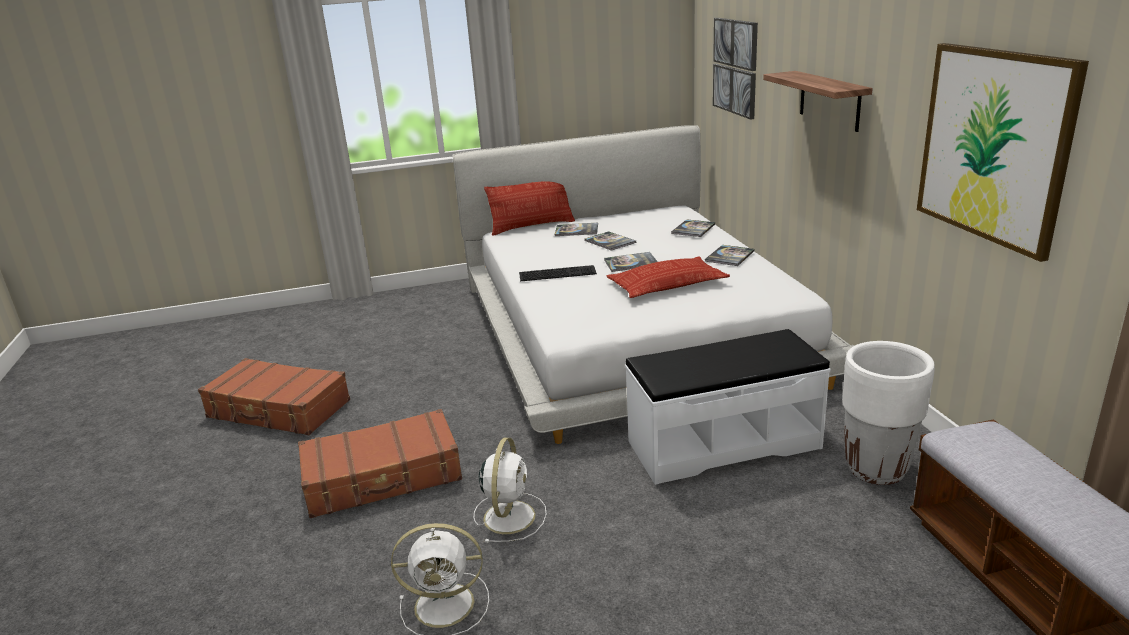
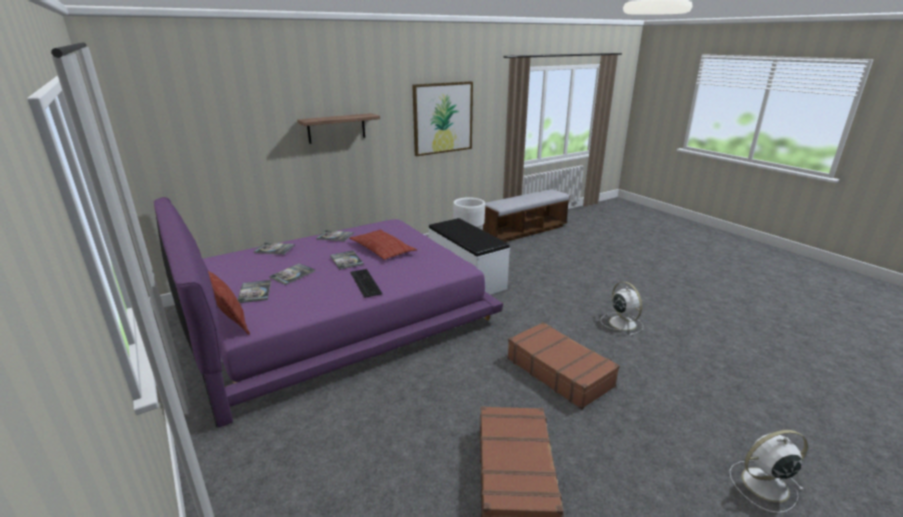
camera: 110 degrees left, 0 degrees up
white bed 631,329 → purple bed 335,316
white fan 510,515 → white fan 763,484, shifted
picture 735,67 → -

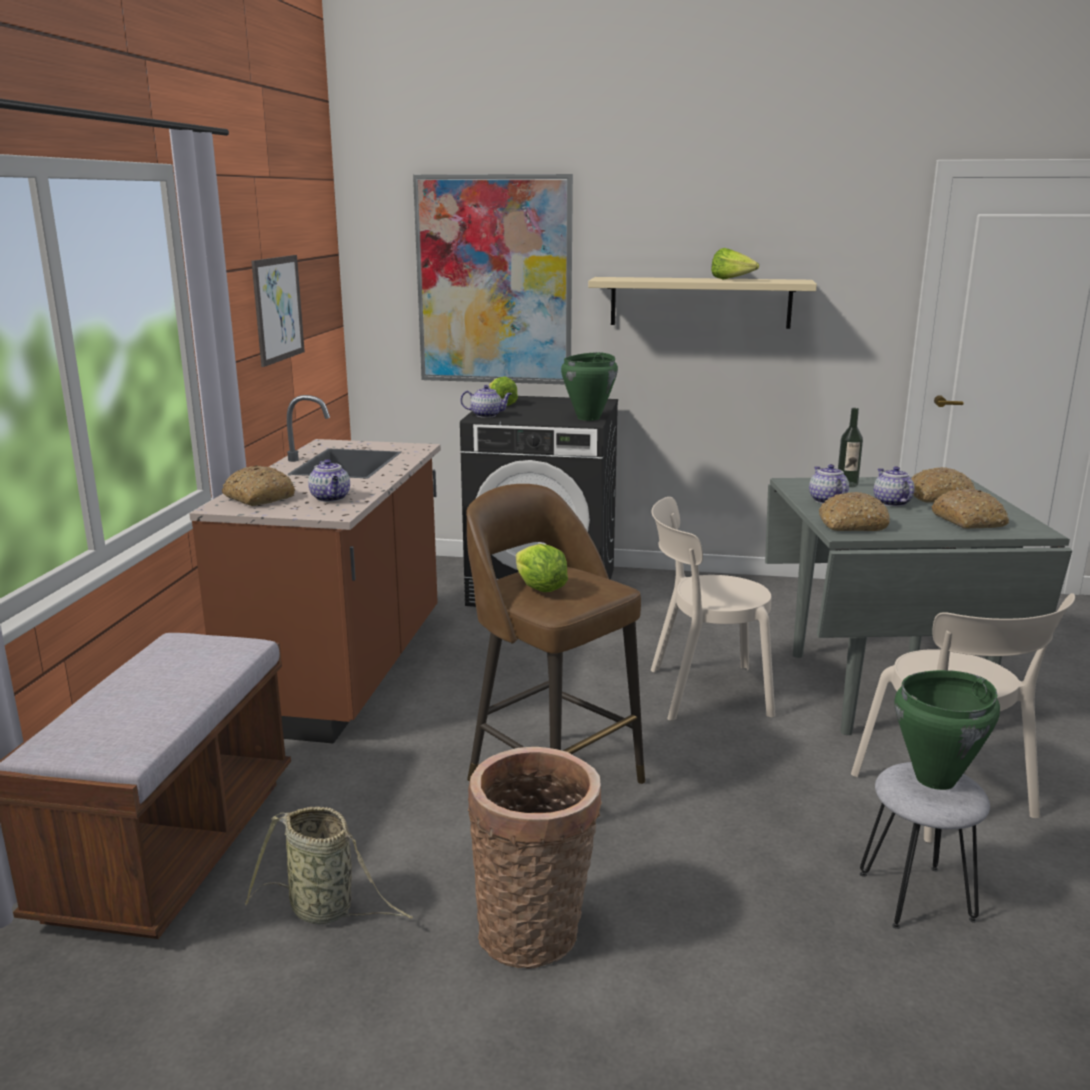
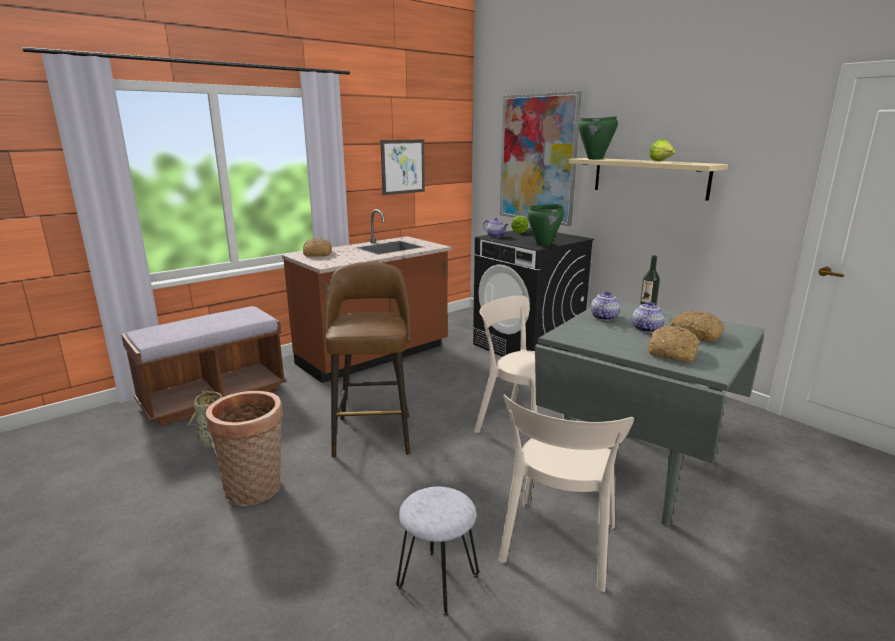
camera: 40 degrees right, 0 degrees up
teapot 331,498 → -
lettuce 540,589 → -
bread 851,525 → -
green cooking pot 936,779 → green cooking pot 595,159, shifted

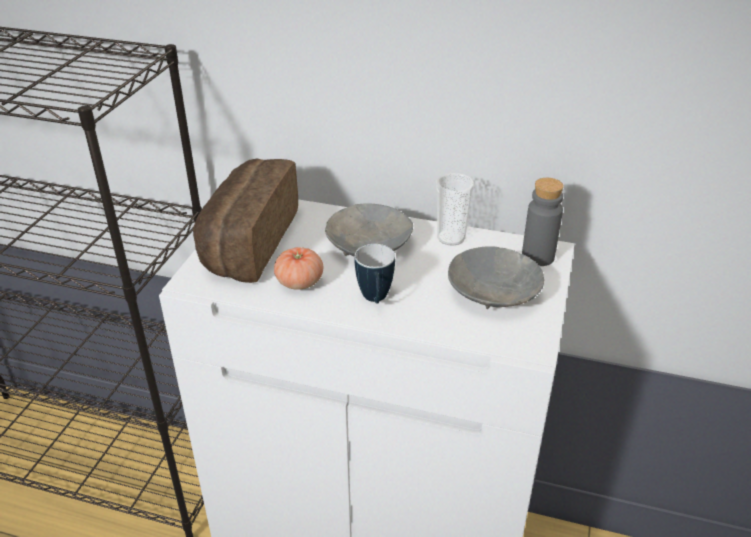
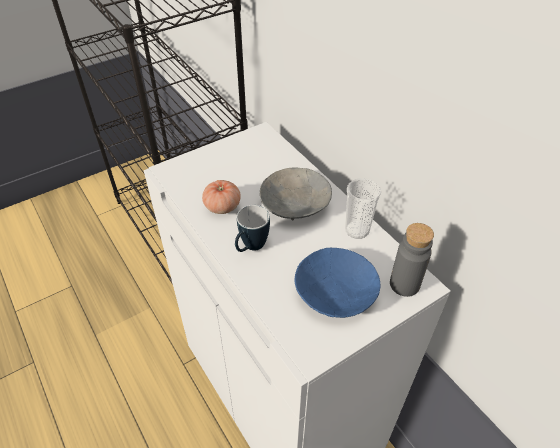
camera: 40 degrees right, 10 degrees up
bread 246,242 → -
grey bowl 494,292 → blue bowl 335,293

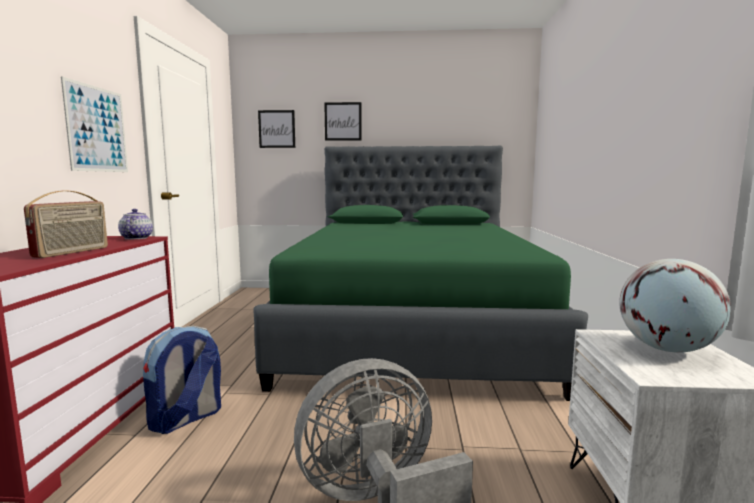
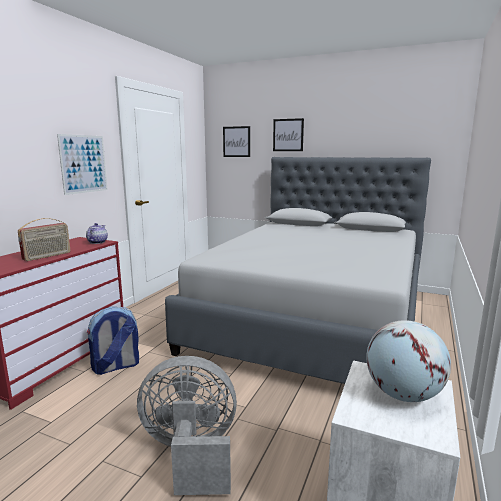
camera: 20 degrees right, 5 degrees up
green bed 412,327 → grey bed 314,318

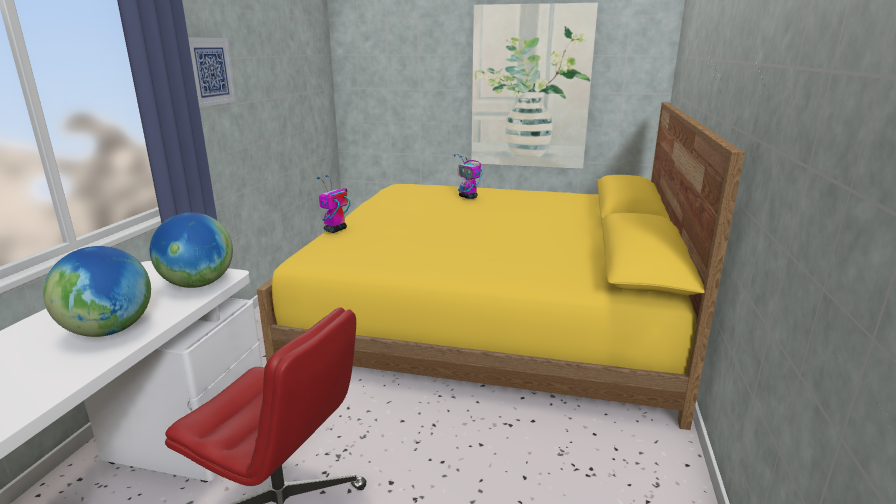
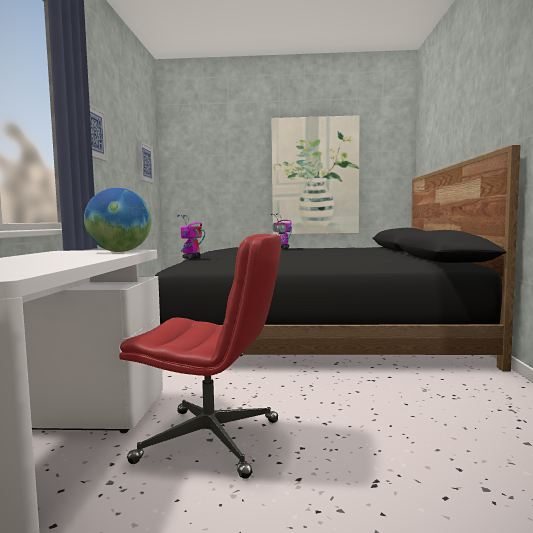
camera: 10 degrees left, 15 degrees down
globe 110,330 → -
yellow bed 492,310 → black bed 315,329
- → picture 145,163

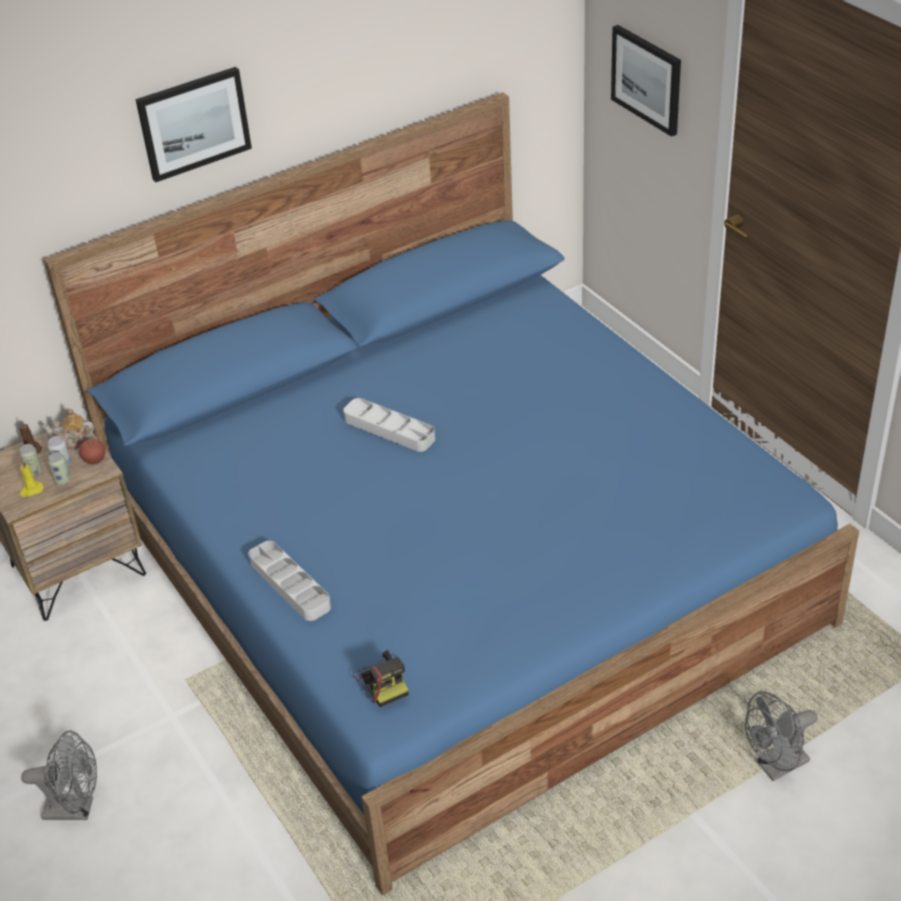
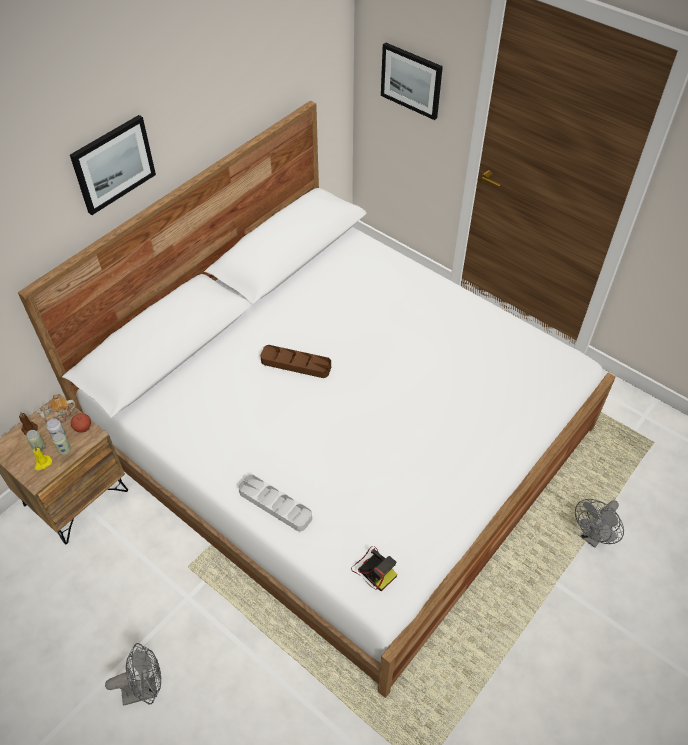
camera: 20 degrees left, 10 degrees up
blue bed 458,566 → white bed 343,437
grey tray 389,429 → brown tray 296,364

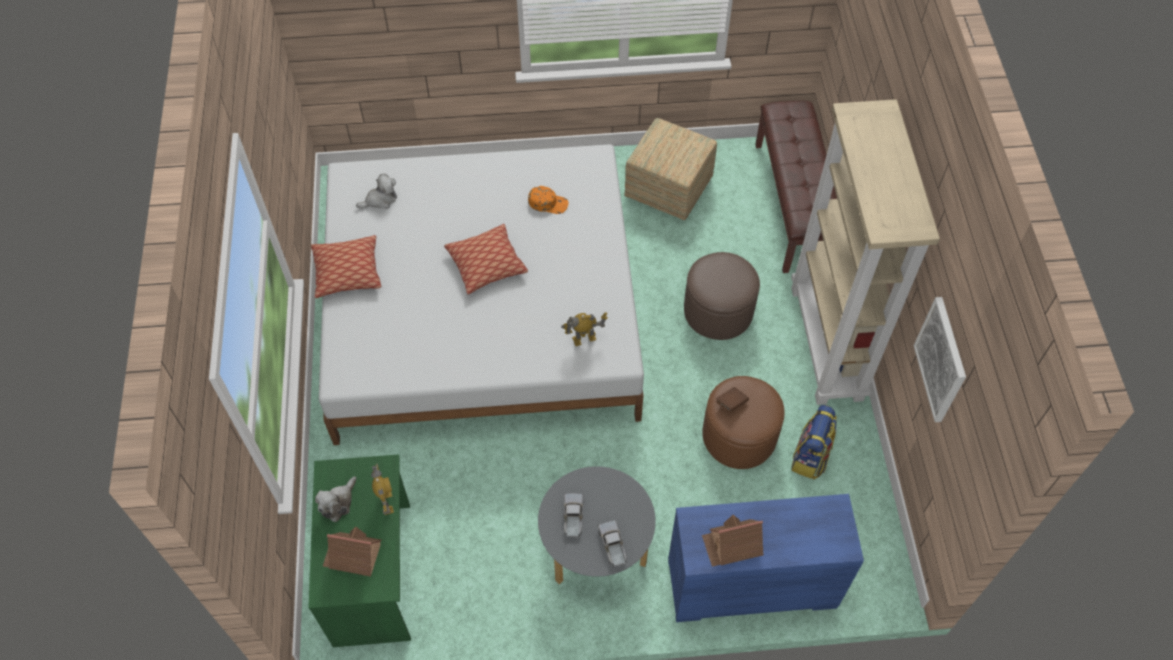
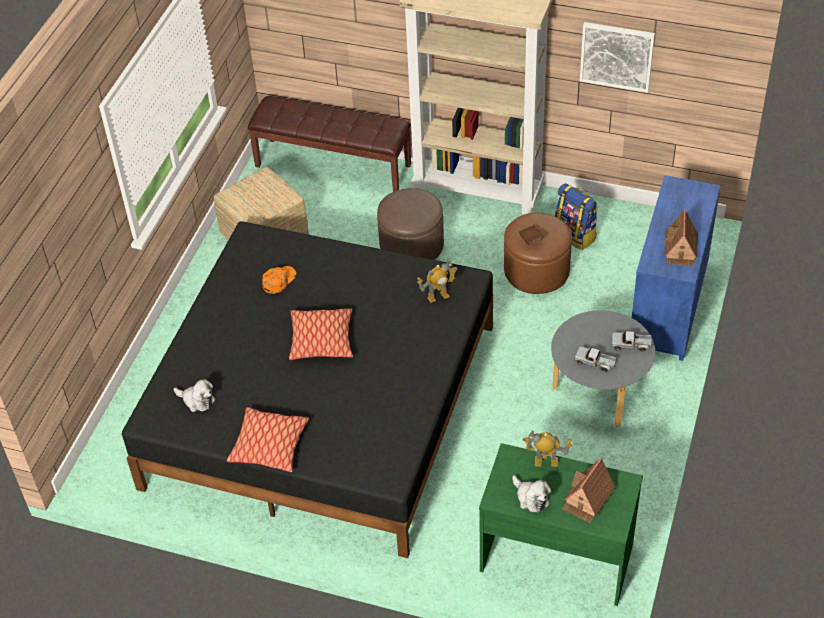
camera: 65 degrees left, 10 degrees down
white bed 483,312 → black bed 321,404
plush toy 380,200 → plush toy 197,400, 120 degrees clockwise
toy robot 584,339 → toy robot 438,296, 120 degrees counterclockwise

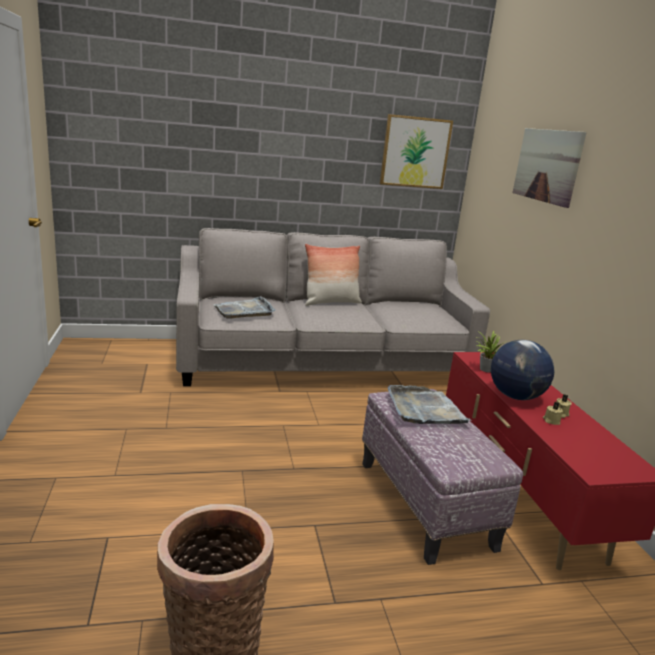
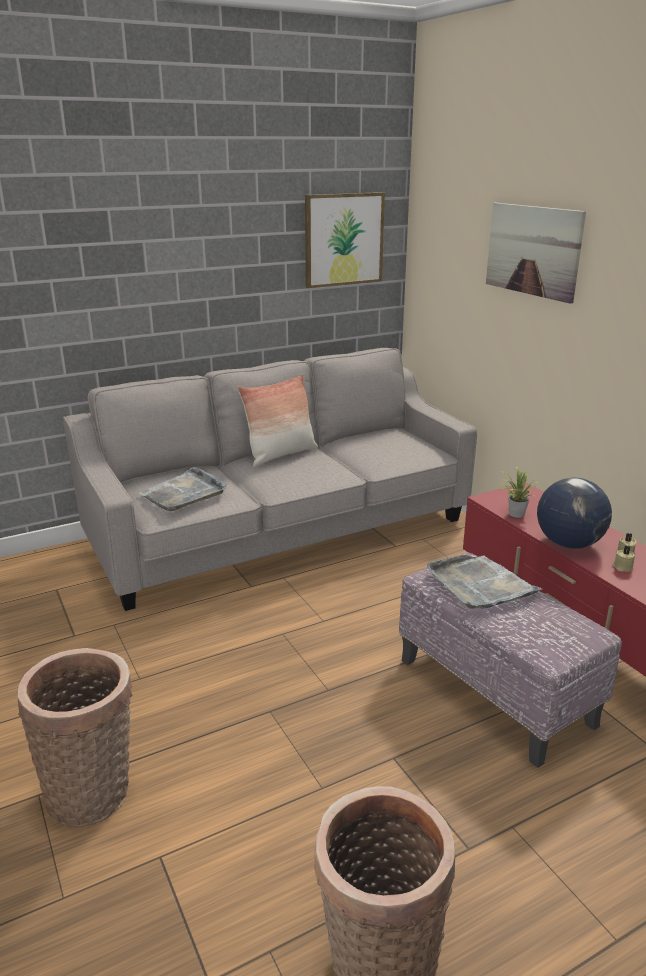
camera: 15 degrees left, 5 degrees up
- → basket 93,792

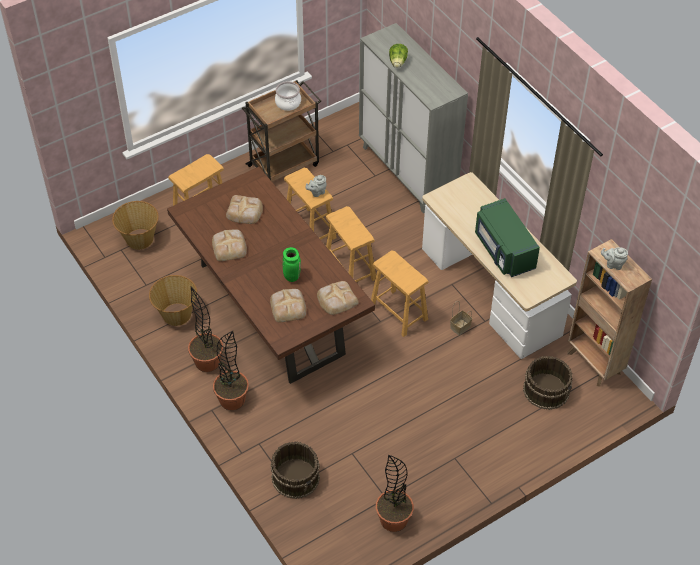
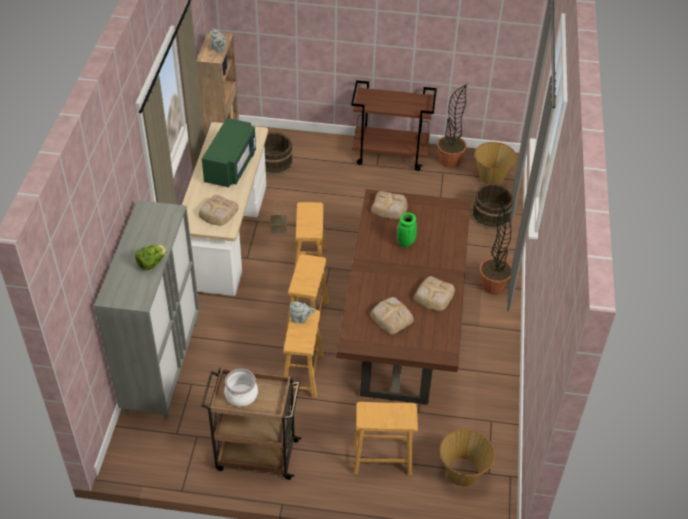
camera: 140 degrees left, 5 degrees down
basket 176,314 → basket 491,177, shifted
potted plant 207,361 → -
bread 288,307 → bread 217,213, shifted
- → brown cart 391,155

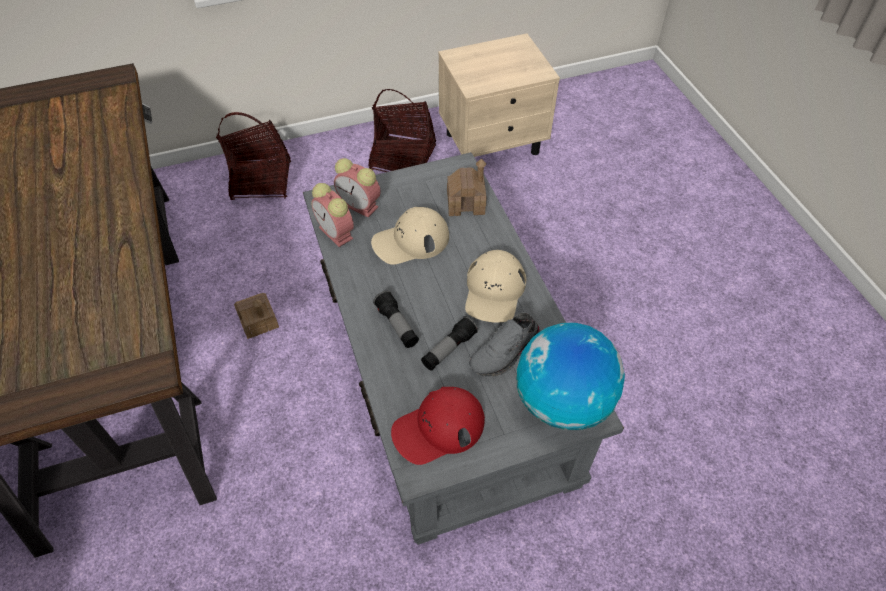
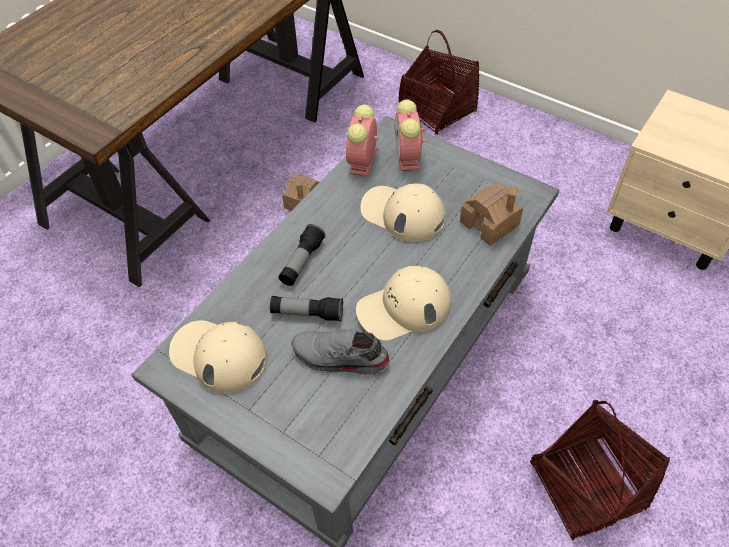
camera: 55 degrees right, 0 degrees up
basket 402,158 → basket 586,485, shifted
red cap 438,428 → beige cap 218,356
globe 562,401 → -

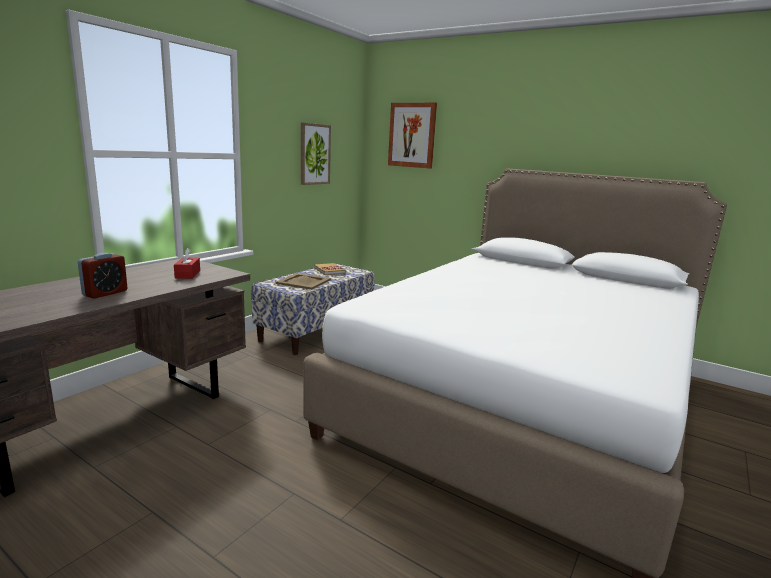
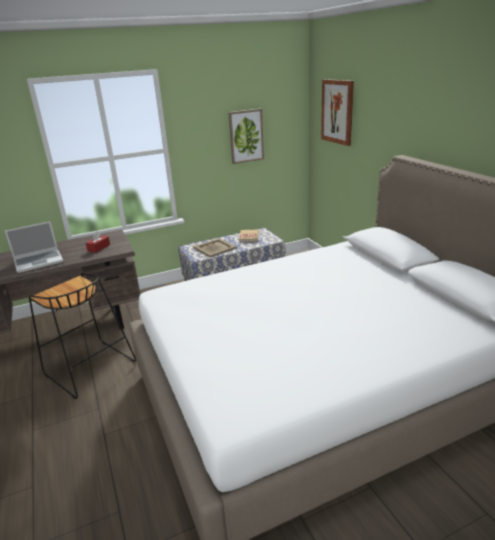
camera: 35 degrees right, 10 degrees up
alarm clock 105,293 → laptop 39,261
- → black stool 88,368

